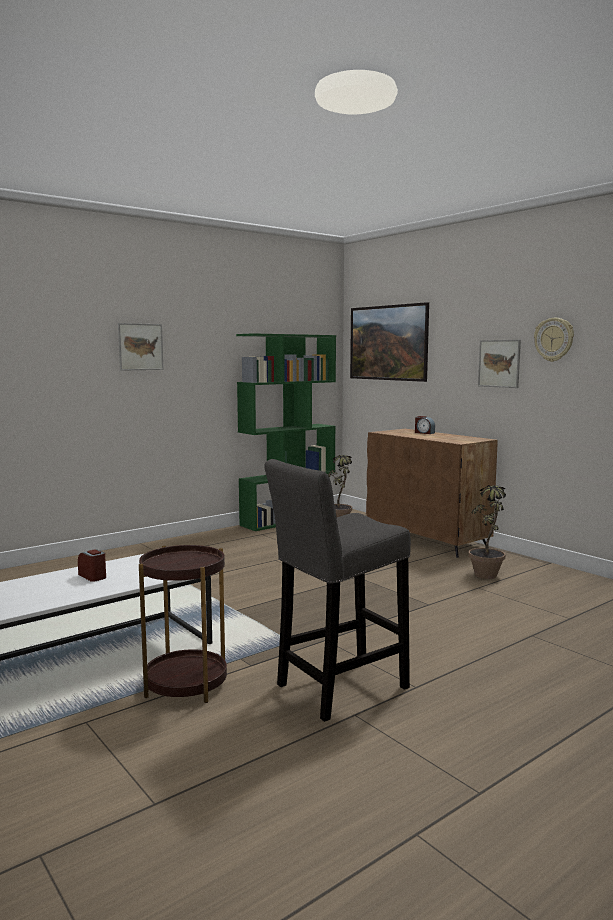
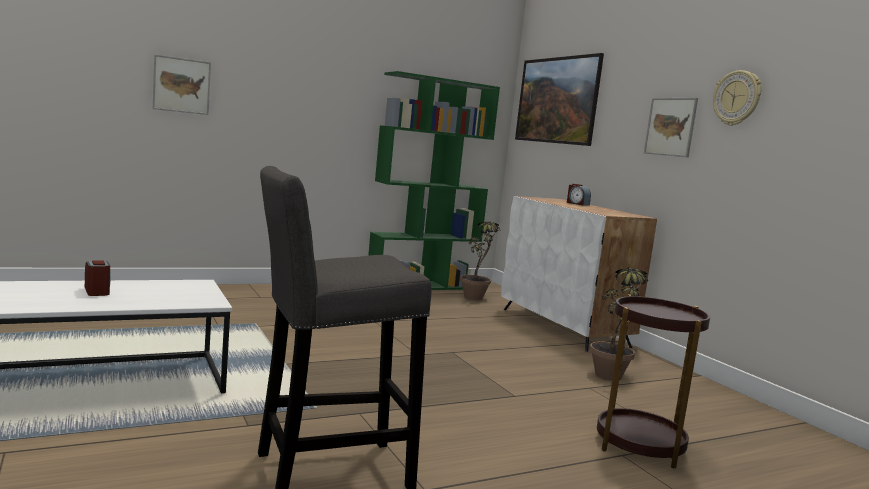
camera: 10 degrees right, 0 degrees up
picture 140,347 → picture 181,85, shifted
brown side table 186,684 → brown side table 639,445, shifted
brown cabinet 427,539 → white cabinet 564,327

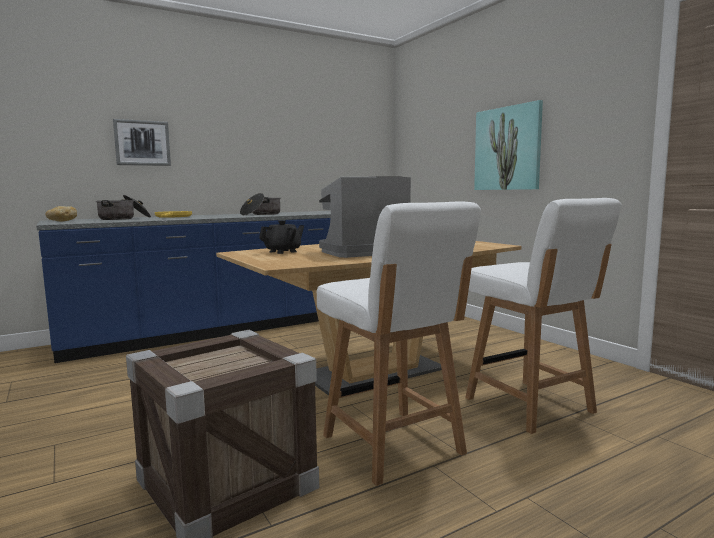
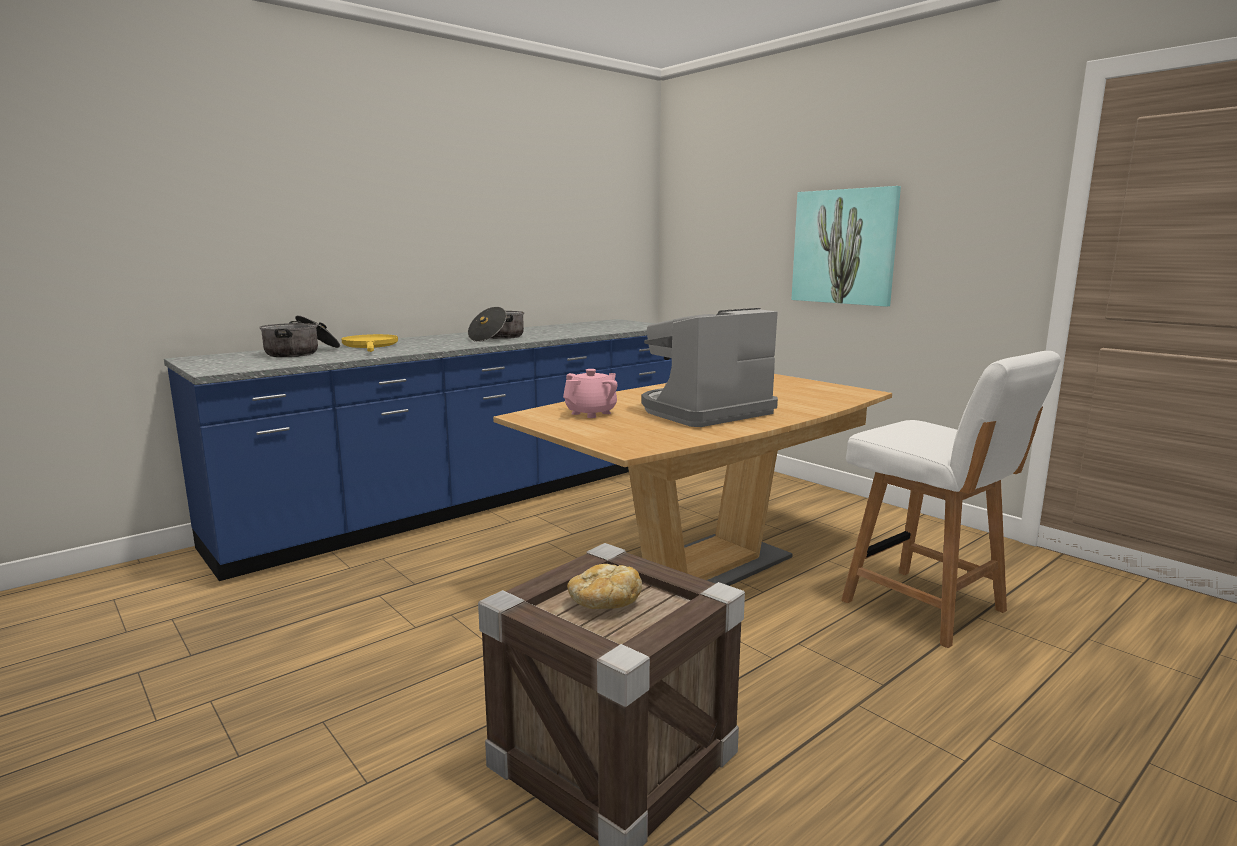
camera: 10 degrees left, 5 degrees up
bread 61,221 → bread 604,604, shifted
picture 142,143 → -
black teapot 283,251 → pink teapot 591,413
white chair 394,446 → -

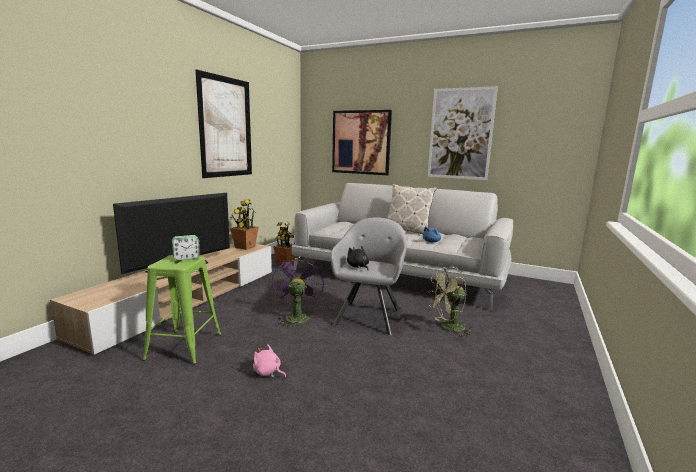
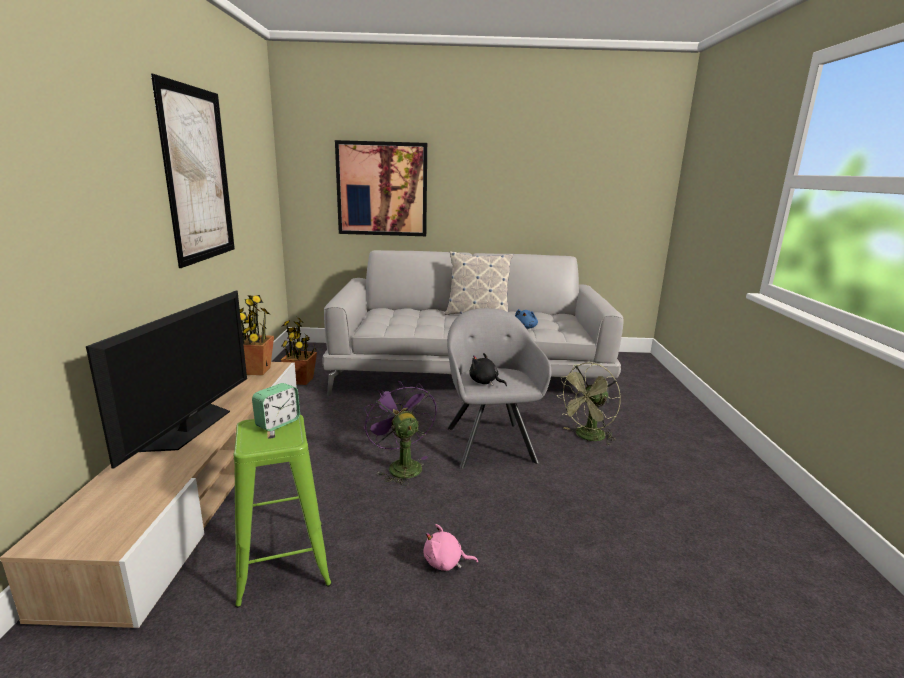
camera: 25 degrees left, 5 degrees up
picture 460,134 → -

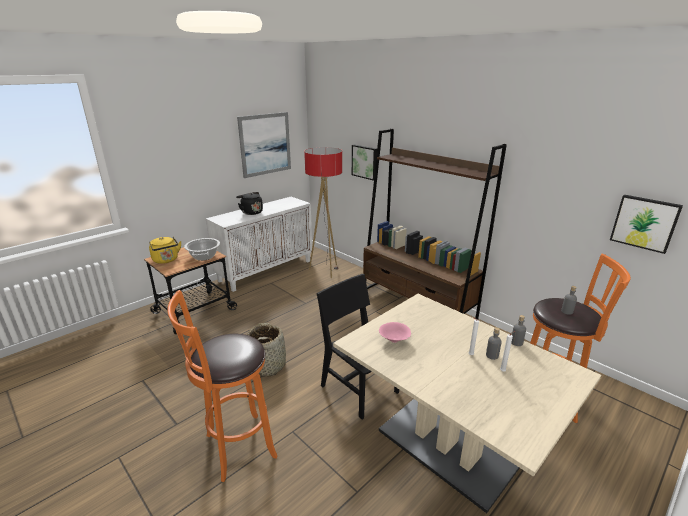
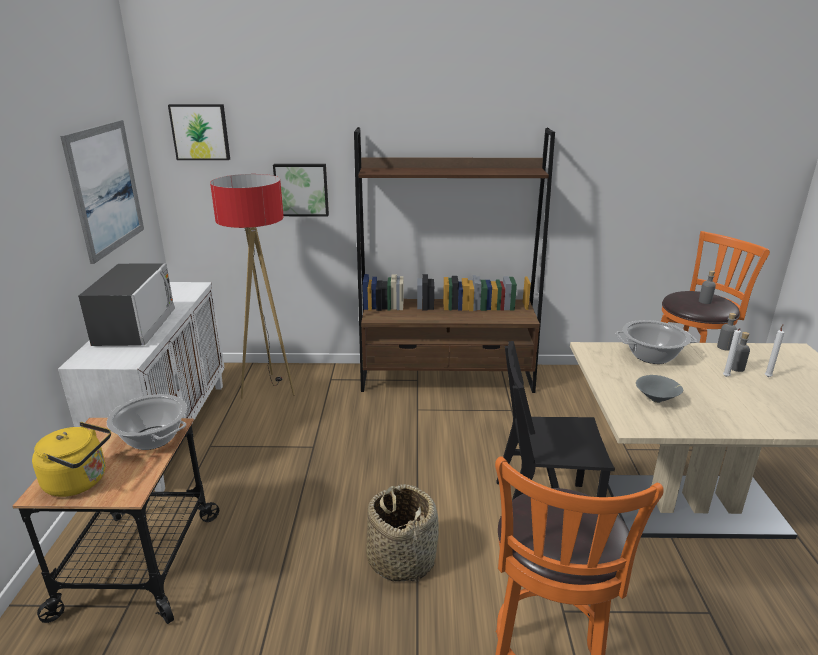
camera: 45 degrees left, 0 degrees up
black kettle 251,212 → microwave 136,327
pink bowl 394,341 → grey bowl 657,400
picture 644,223 → picture 200,132, shifted
- → cooking pot 652,356

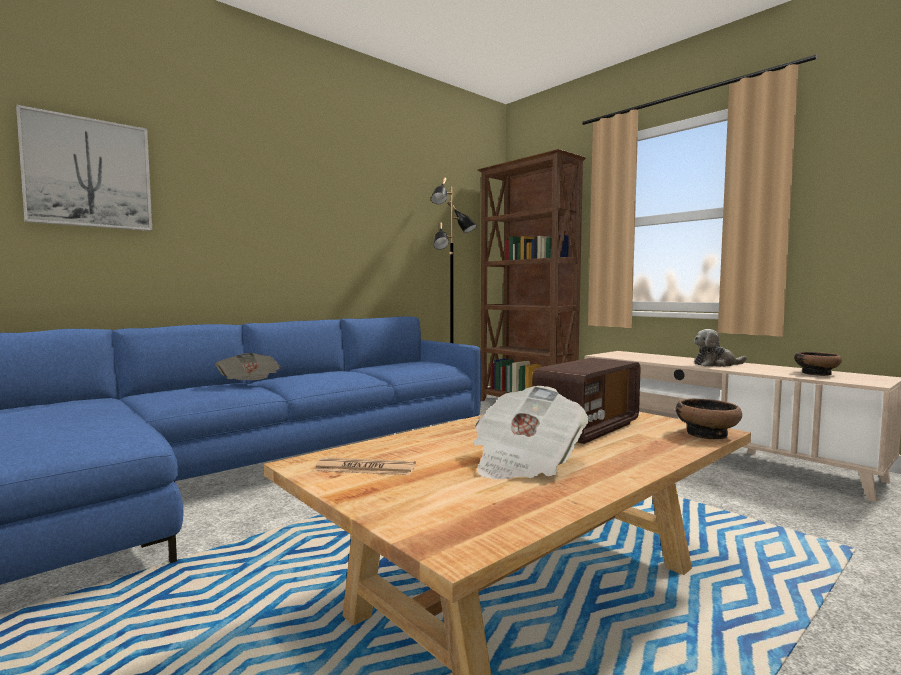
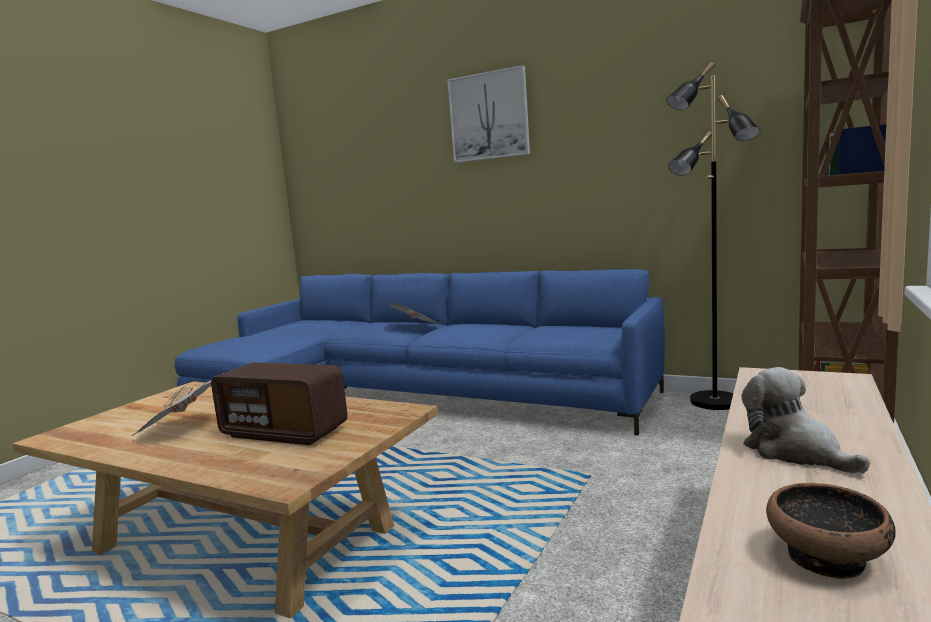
camera: 70 degrees right, 5 degrees up
picture 88,173 → picture 489,116, shifted
bowl 707,434 → -

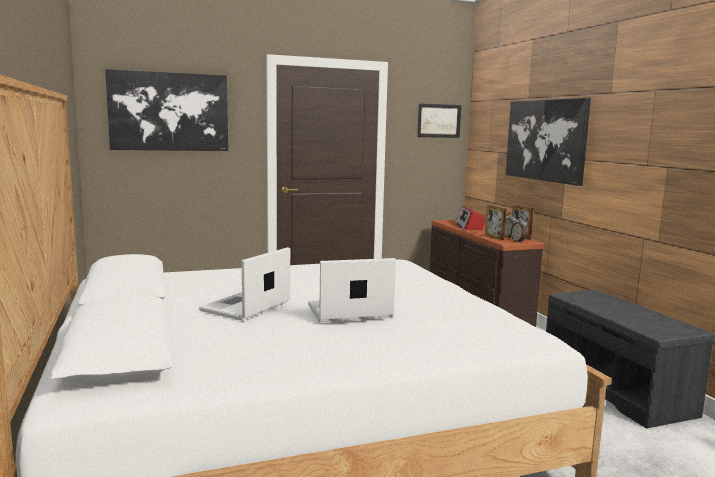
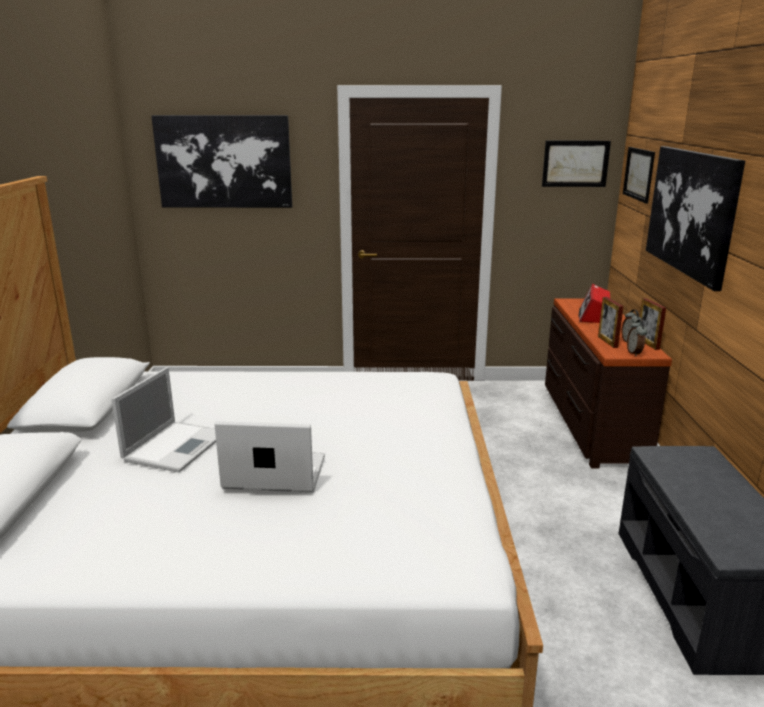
camera: 20 degrees right, 10 degrees up
laptop 245,307 → laptop 176,446, 150 degrees clockwise
- → picture 639,174

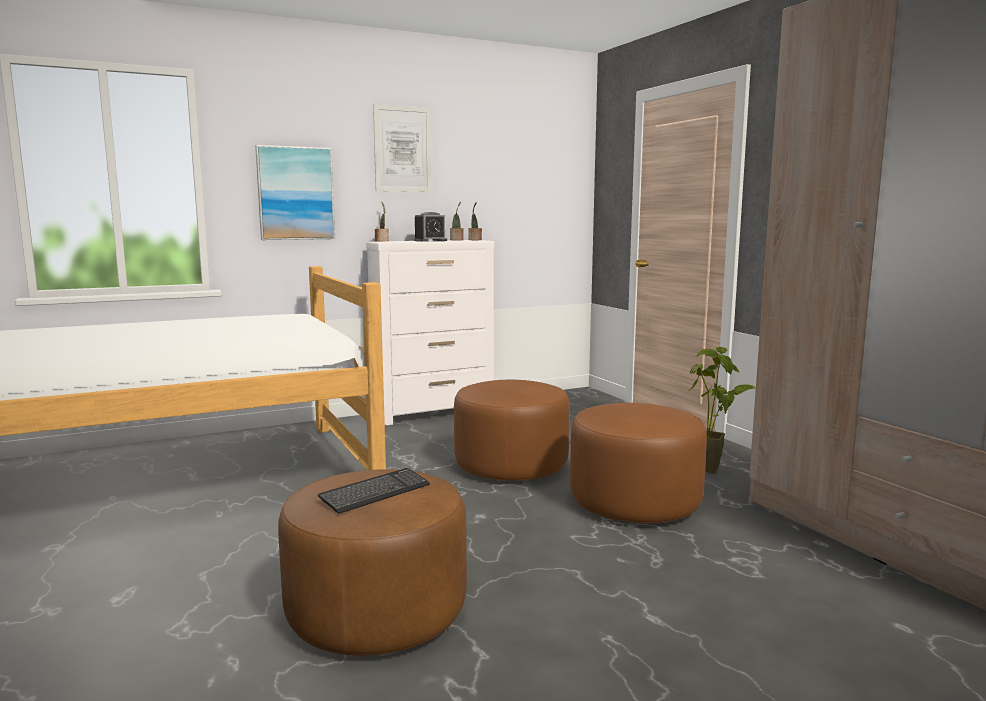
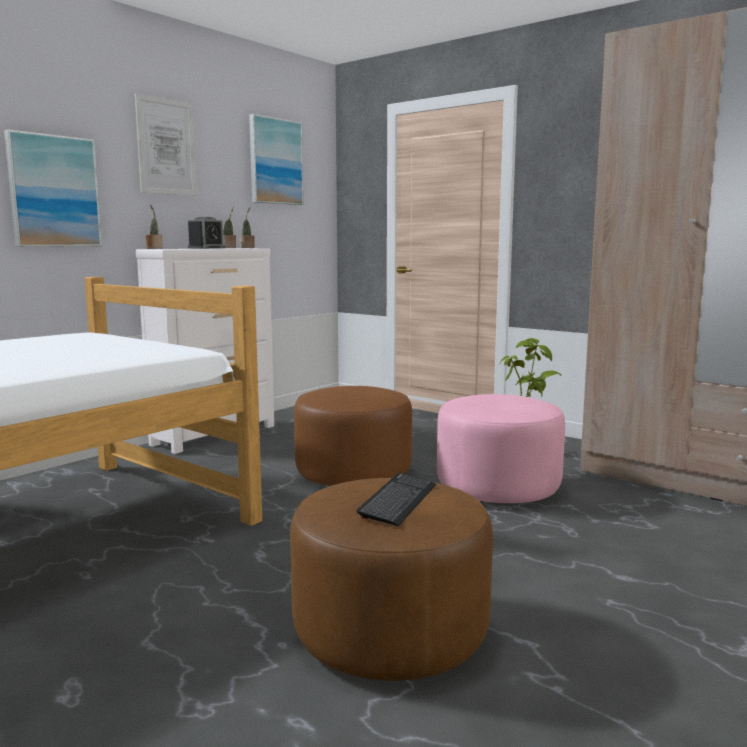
camera: 25 degrees left, 0 degrees up
brown ottoman 635,503 → pink ottoman 498,487
- → picture 275,161

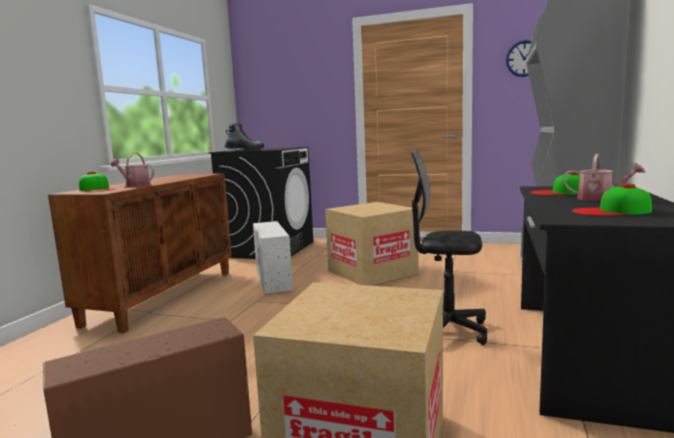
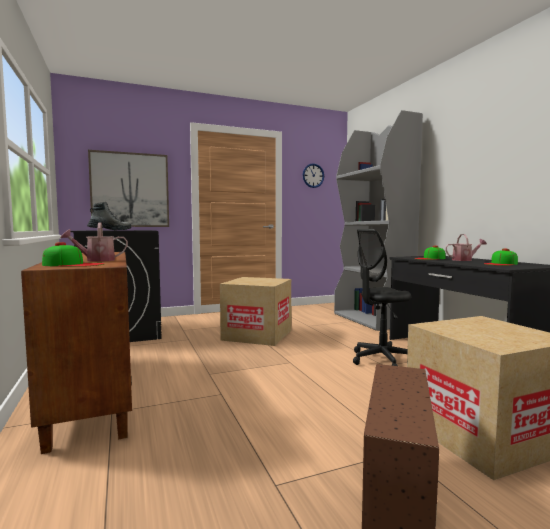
camera: 40 degrees left, 5 degrees down
white storage box 273,280 → -
- → picture 130,190

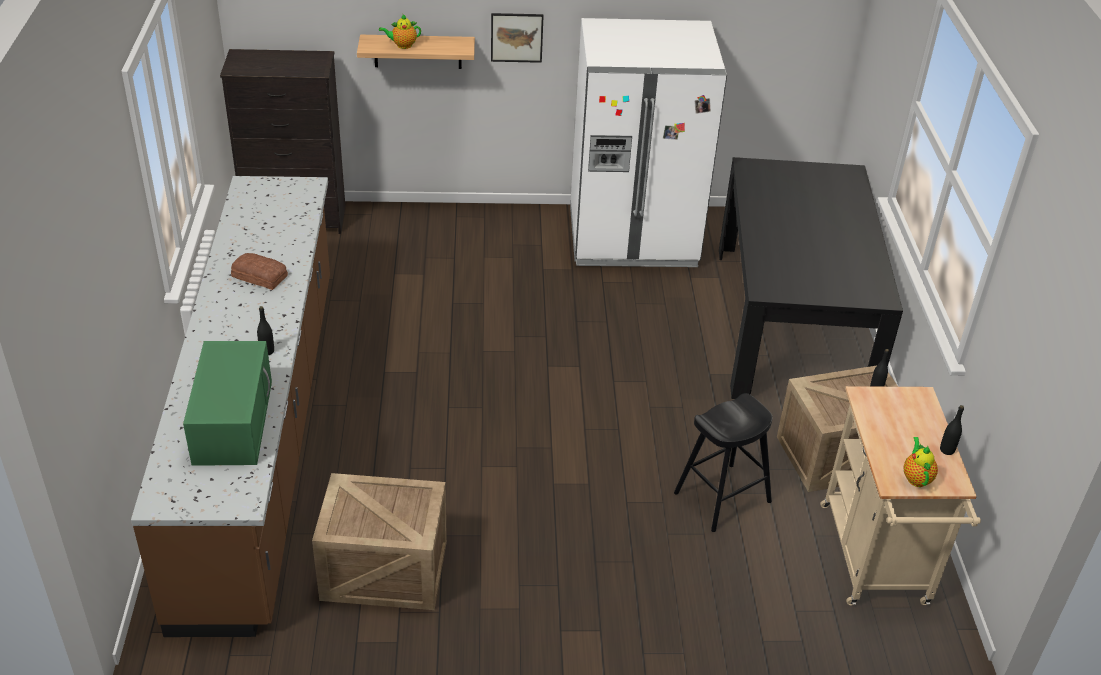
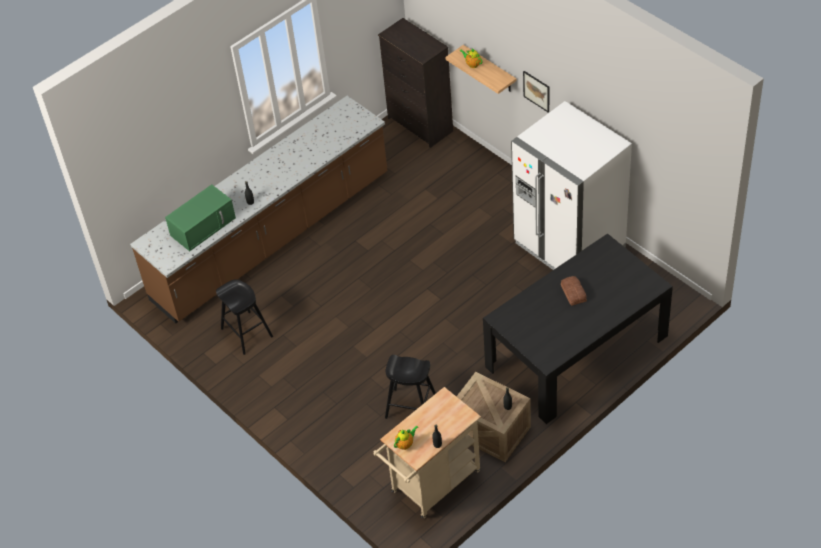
camera: 55 degrees right, 10 degrees up
bread 259,276 → bread 574,293, shifted
crate 386,569 → black stool 246,332

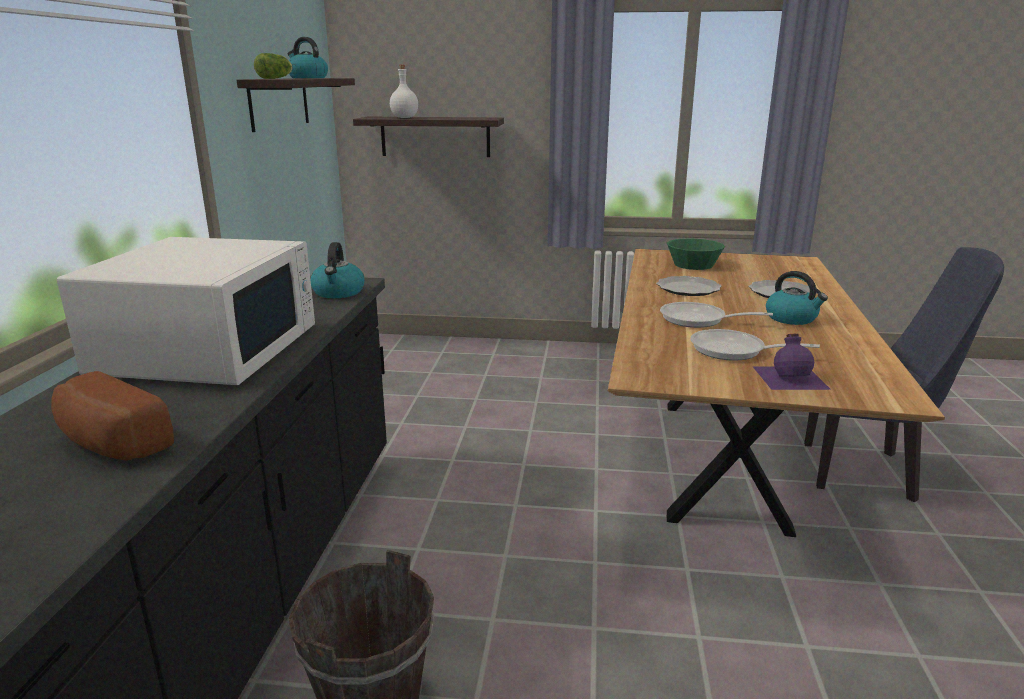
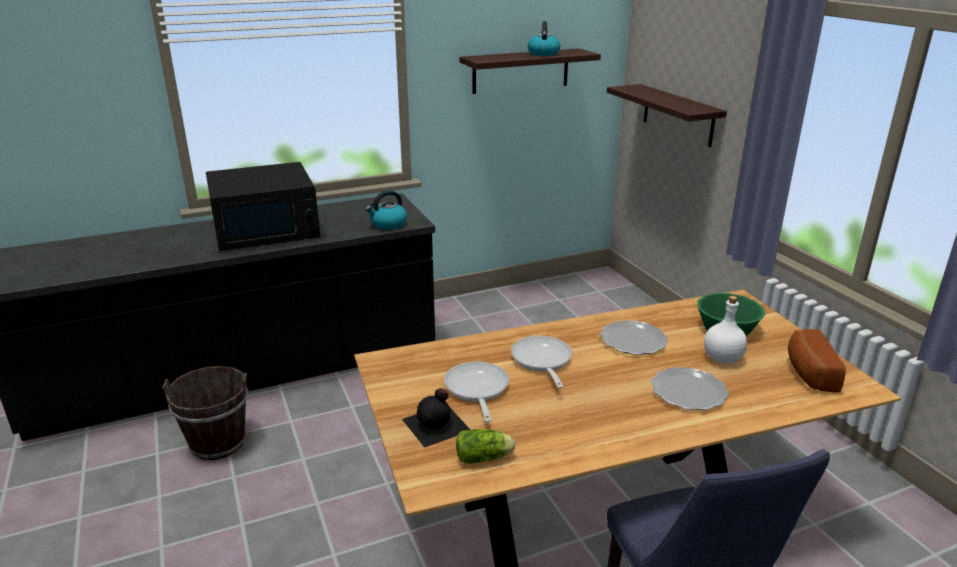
camera: 60 degrees right, 5 degrees up
bread 109,443 → bread 807,373, shifted
white microwave 210,350 → black microwave 267,230
lettuce 276,78 → lettuce 485,458, shifted
white bottle 404,117 → white bottle 721,359, shifted
purple bottle 790,377 → black bottle 437,424
kettle 792,318 → -

